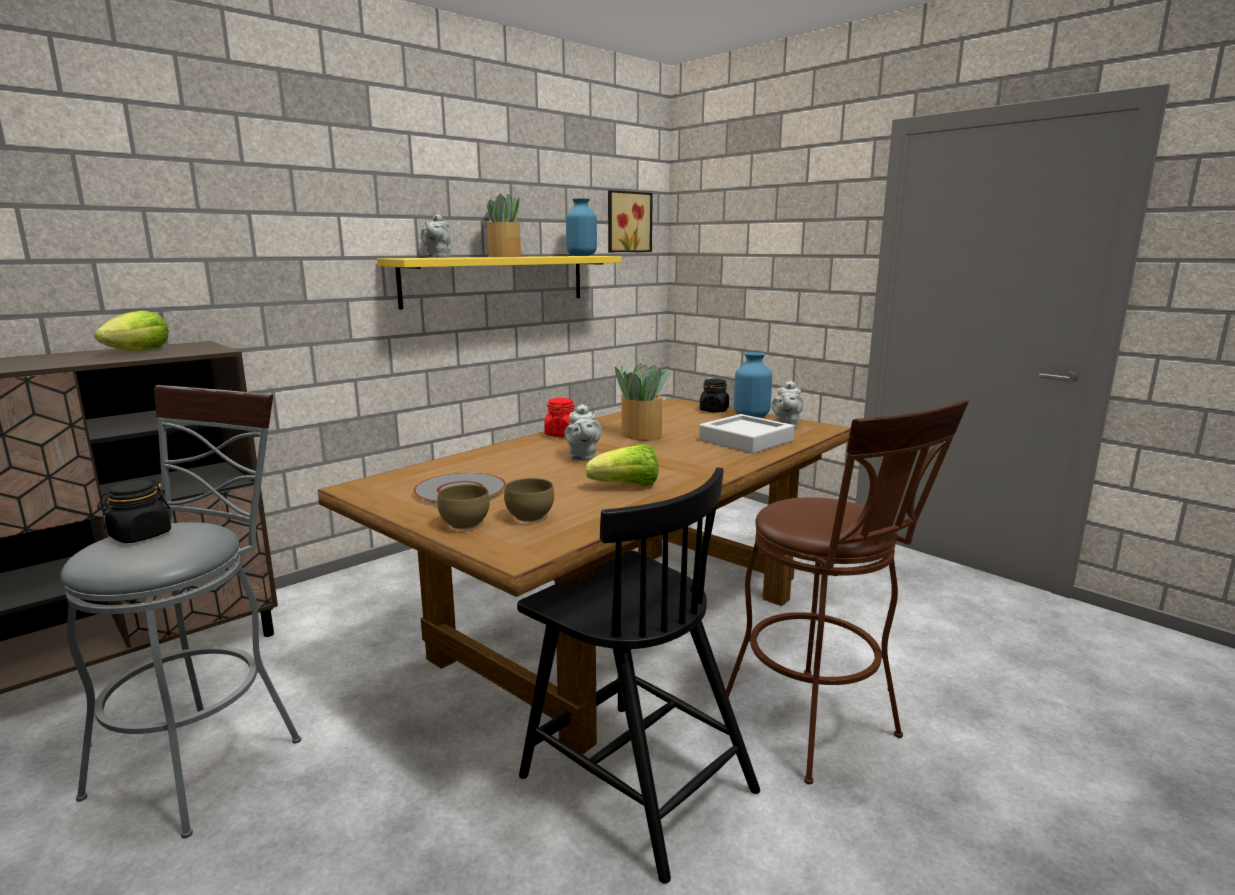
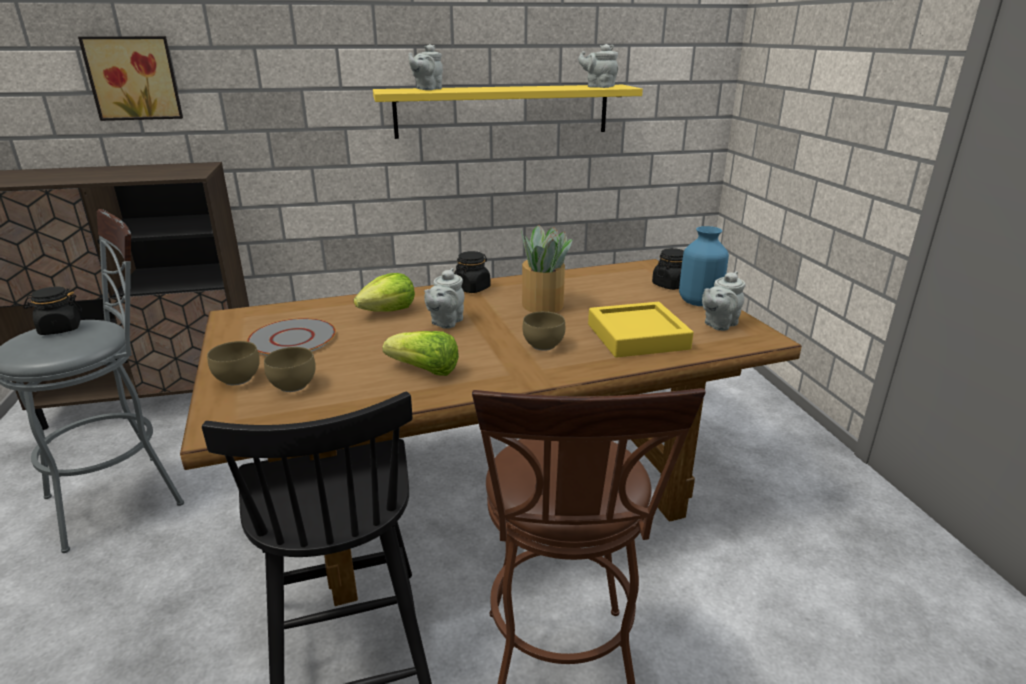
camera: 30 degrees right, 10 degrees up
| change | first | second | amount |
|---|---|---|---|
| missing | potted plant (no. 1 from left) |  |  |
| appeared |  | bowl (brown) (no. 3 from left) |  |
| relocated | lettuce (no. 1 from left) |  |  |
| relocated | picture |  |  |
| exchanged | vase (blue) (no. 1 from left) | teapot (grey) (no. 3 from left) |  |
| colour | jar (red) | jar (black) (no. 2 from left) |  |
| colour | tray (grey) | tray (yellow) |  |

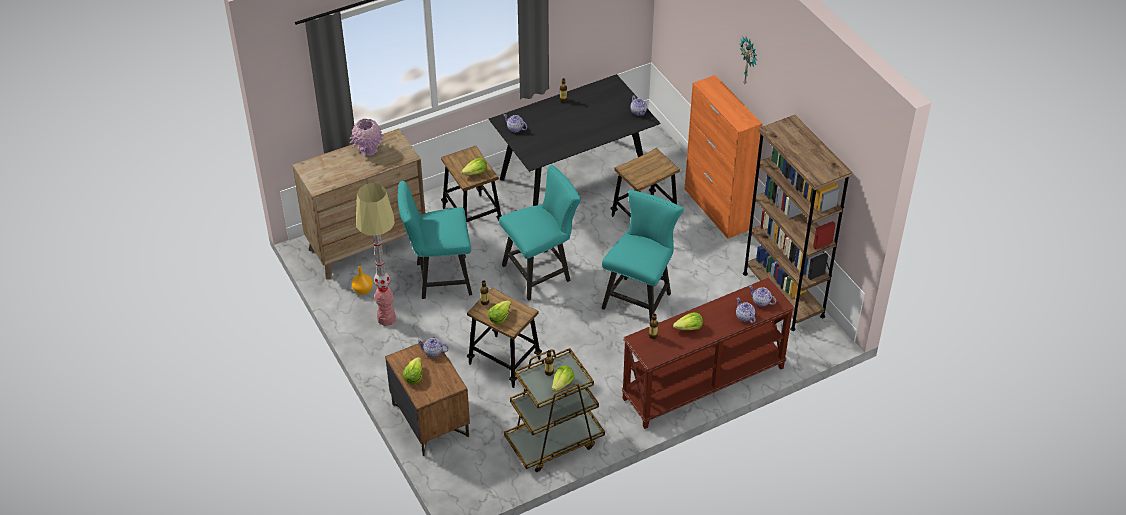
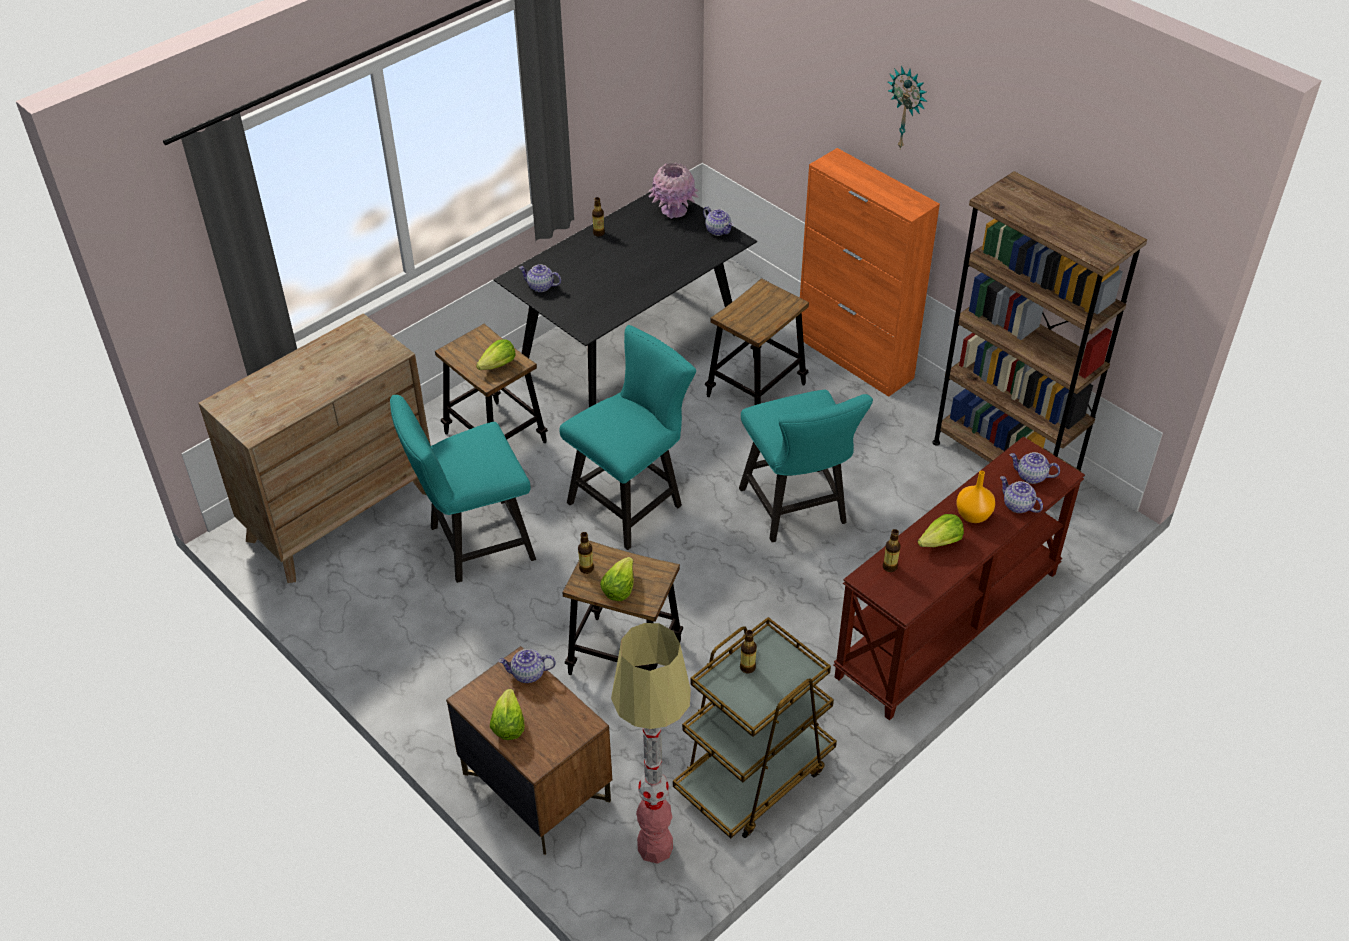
camera: 15 degrees left, 0 degrees up
| change | first | second | amount |
|---|---|---|---|
| missing | lettuce (no. 4 from left) |  |  |
| relocated | vase (pink) |  |  |
| relocated | vase (orange) |  |  |
| relocated | floor lamp |  |  |
| spun | chair (turquoise) (no. 3 from left) |  | 150 degrees clockwise |

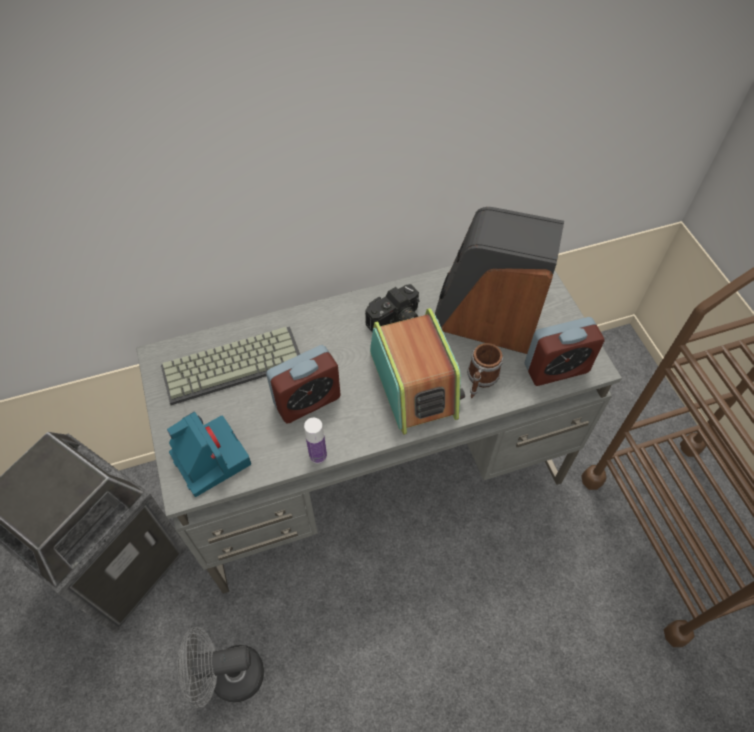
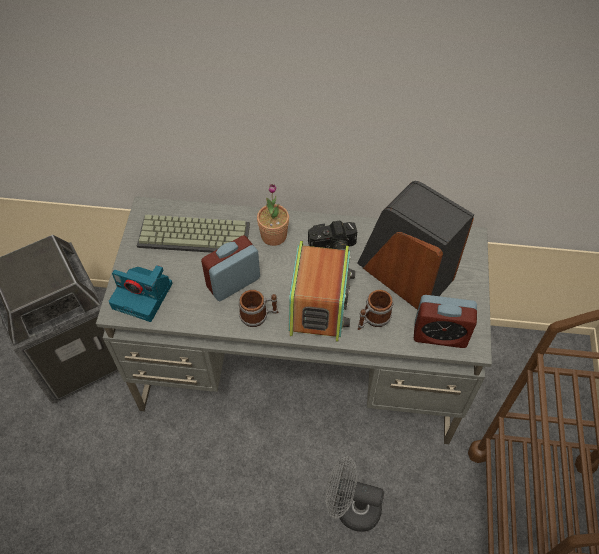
camera: 25 degrees right, 0 degrees up
| change | first | second | amount |
|---|---|---|---|
| missing | bottle |  |  |
| appeared |  | mug (no. 1 from left) |  |
| appeared |  | potted plant |  |
| relocated | fan (grey) |  |  |
| spun | photo camera (no. 1 from left) |  | 120 degrees clockwise |
| spun | alarm clock (no. 1 from left) |  | 150 degrees clockwise |

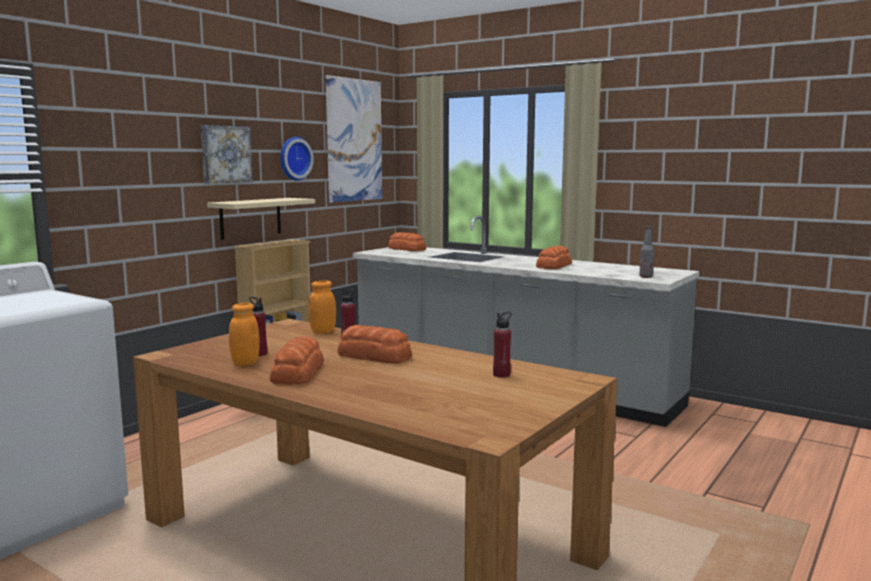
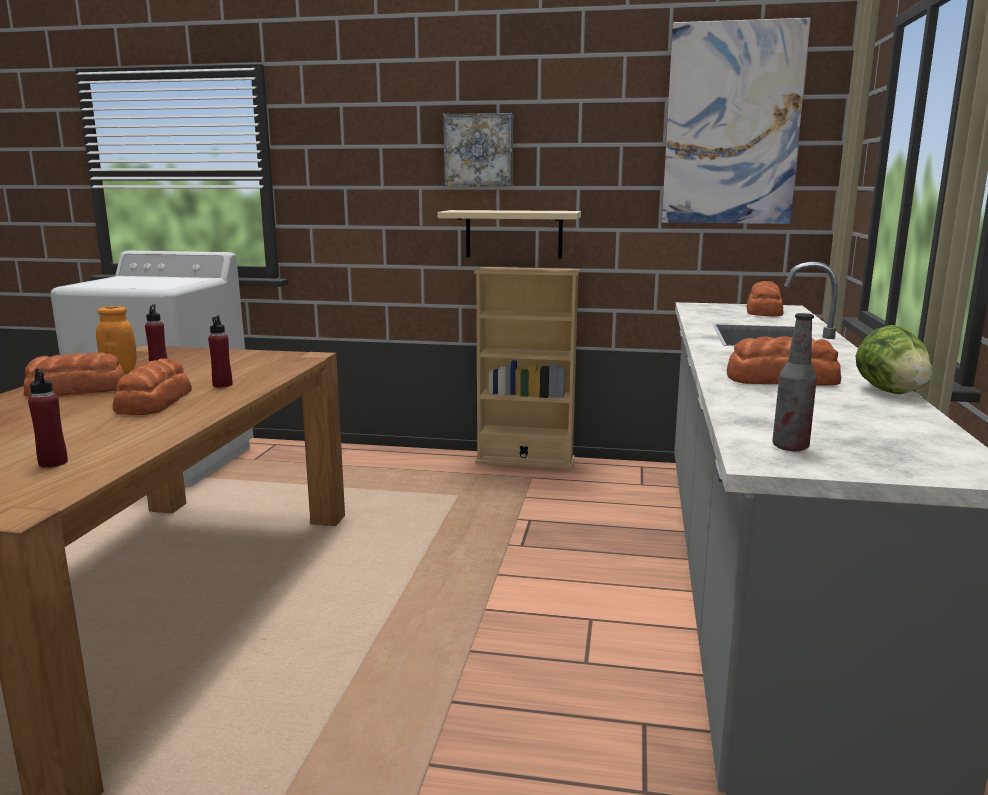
camera: 65 degrees right, 5 degrees up
| change | first | second | amount |
|---|---|---|---|
| missing | wall clock |  |  |
| missing | jar (orange) (no. 2 from left) |  |  |
| appeared |  | lettuce |  |

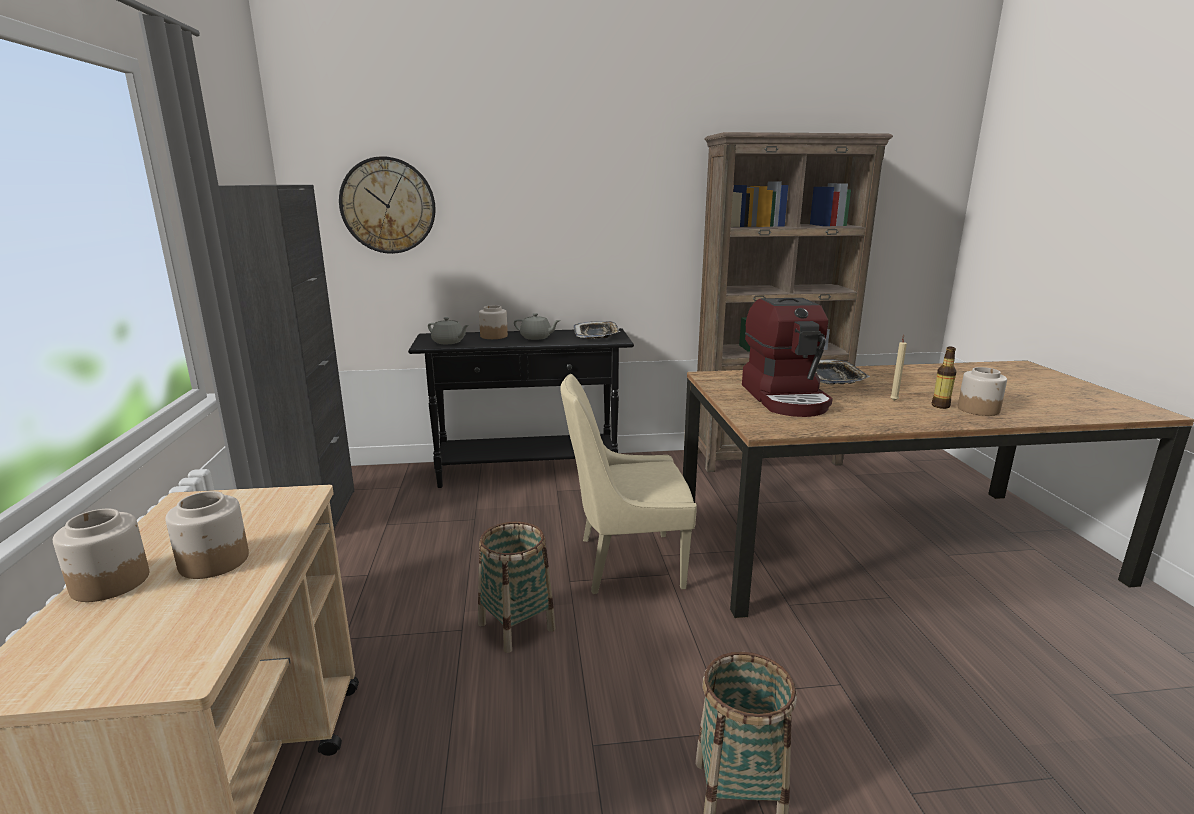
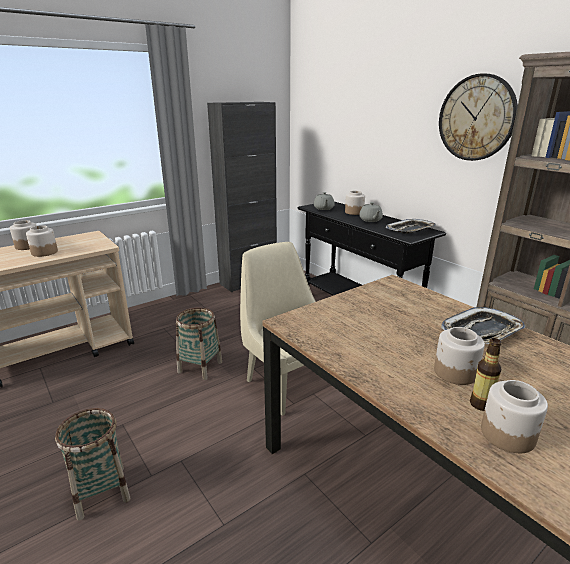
camera: 60 degrees right, 5 degrees up
| change | first | second | amount |
|---|---|---|---|
| missing | coffee machine |  |  |
| relocated | wall clock |  |  |
| exchanged | candle (beige) | jar (no. 4 from left) |  |

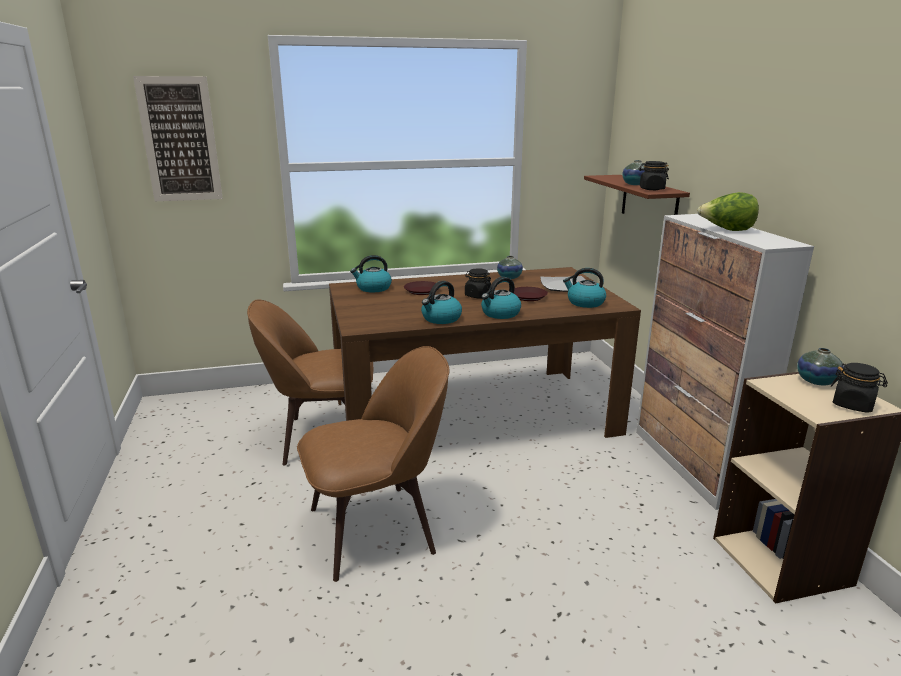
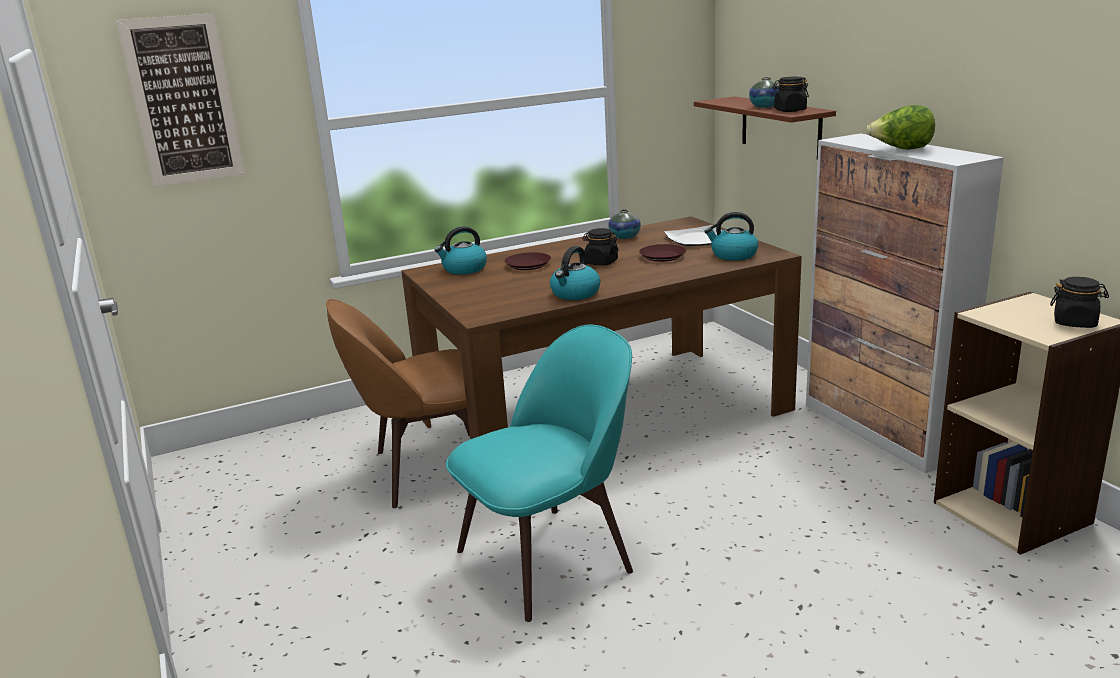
camera: 10 degrees left, 0 degrees up
| change | first | second | amount |
|---|---|---|---|
| missing | kettle (no. 3 from left) |  |  |
| missing | vase (no. 3 from left) |  |  |
| colour | chair (brown) (no. 2 from left) | chair (turquoise) |  |

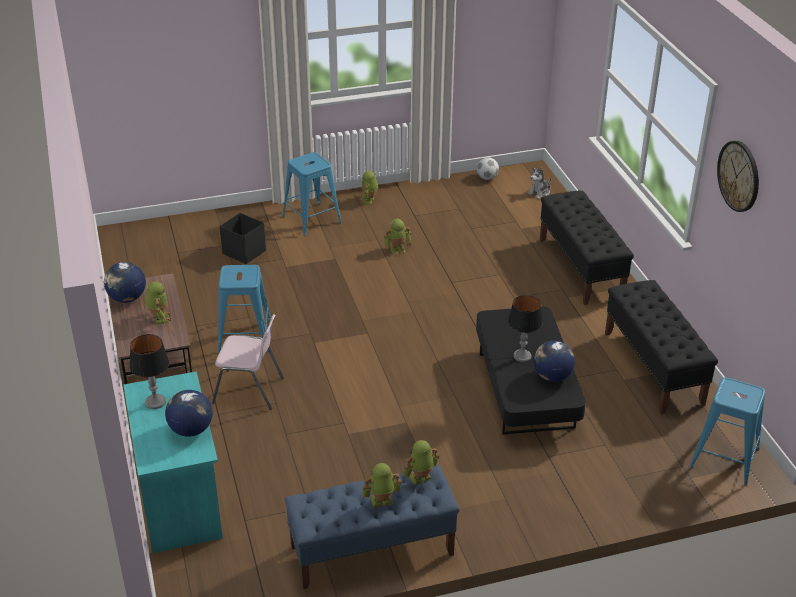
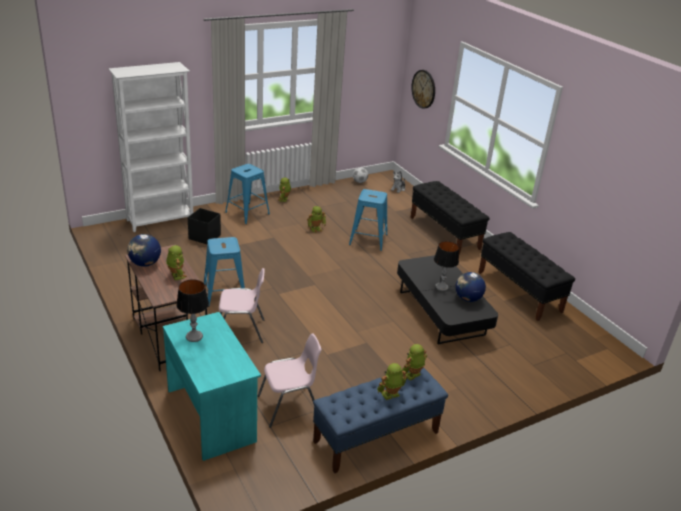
camera: 15 degrees left, 5 degrees down
| change | first | second | amount |
|---|---|---|---|
| missing | globe (no. 2 from left) |  |  |
| appeared |  | bookcase (white) |  |
| appeared |  | chair (pink) (no. 2 from left) |  |
| relocated | stool (blue) (no. 3 from left) |  |  |
| relocated | wall clock |  |  |

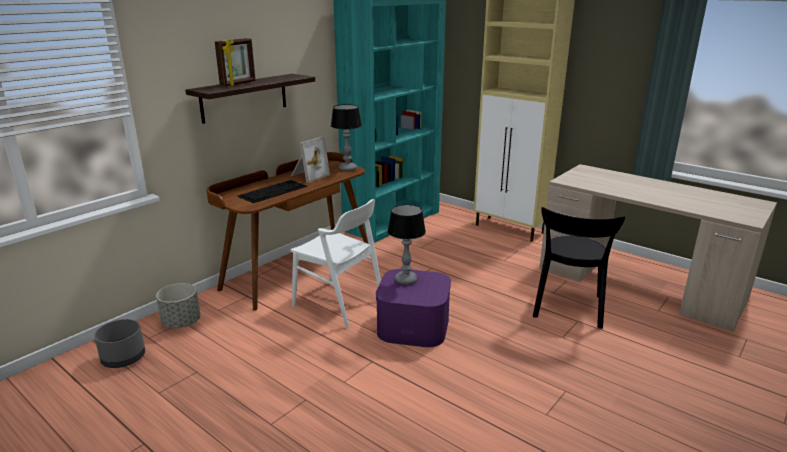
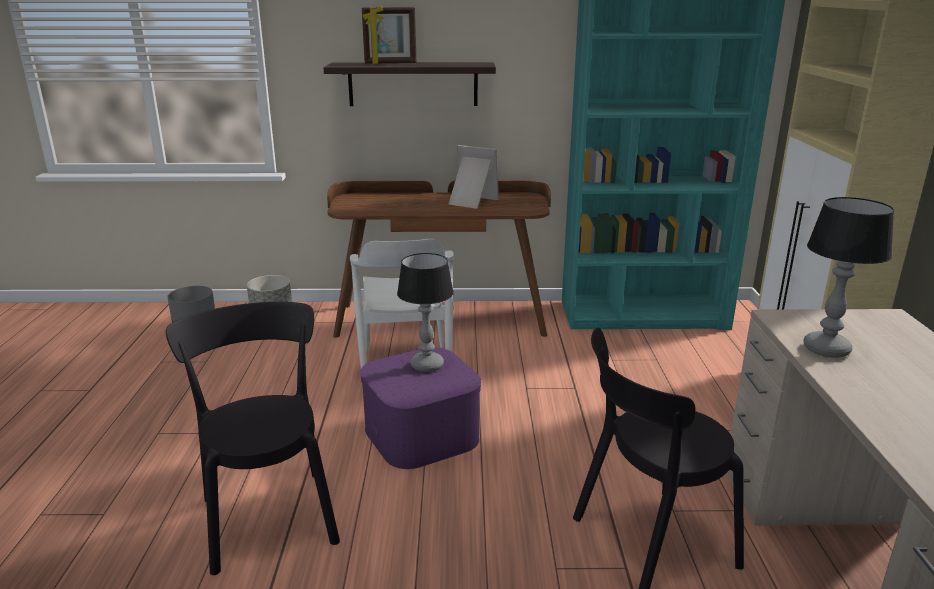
camera: 50 degrees right, 0 degrees up
| change | first | second | amount |
|---|---|---|---|
| missing | keyboard |  |  |
| appeared |  | chair (black) (no. 1 from left) |  |
| relocated | table lamp (no. 1 from left in the first image) | table lamp (no. 2 from left) |  |
| spun | picture frame (no. 2 from left) |  | 150 degrees counterclockwise |

